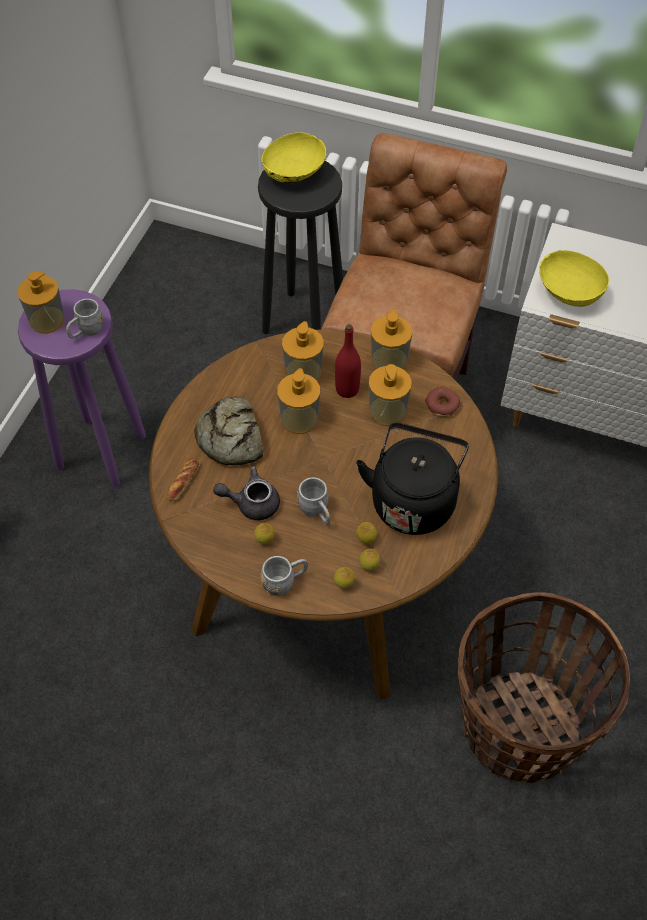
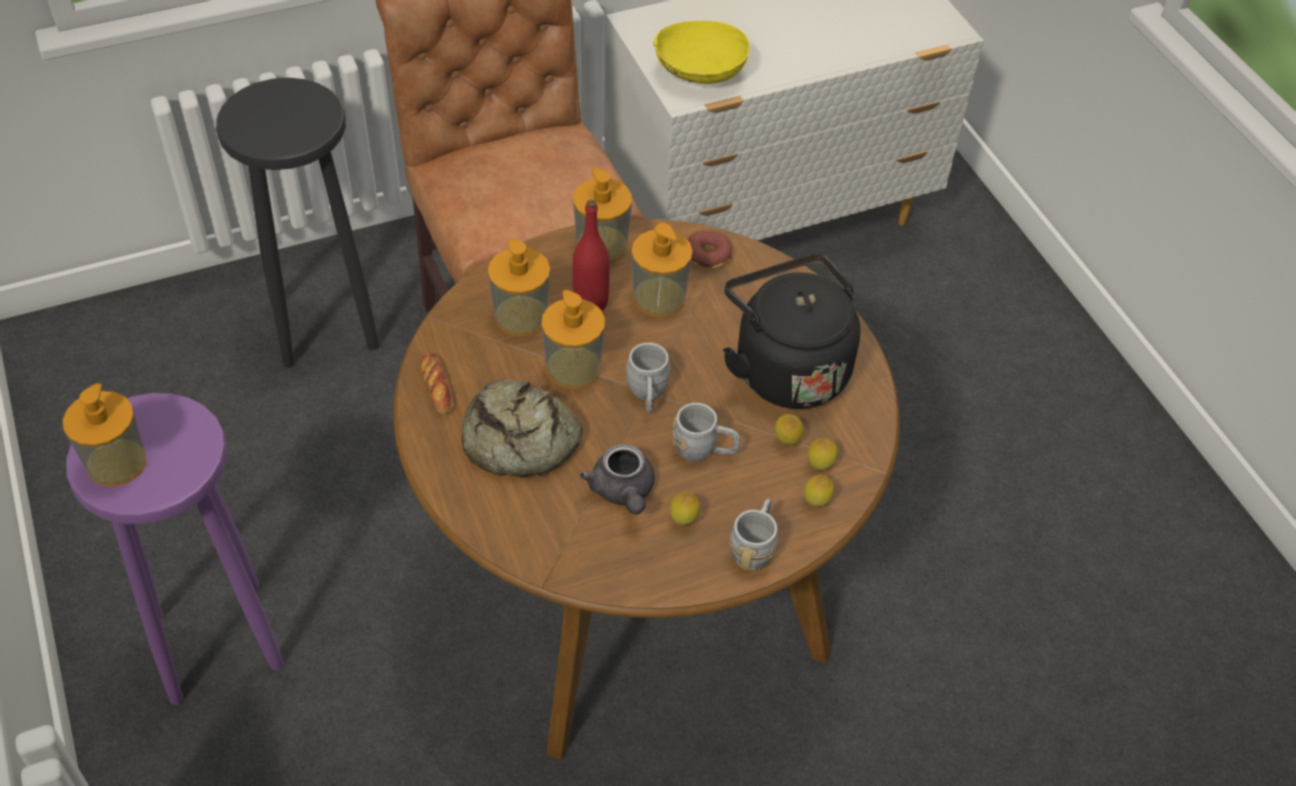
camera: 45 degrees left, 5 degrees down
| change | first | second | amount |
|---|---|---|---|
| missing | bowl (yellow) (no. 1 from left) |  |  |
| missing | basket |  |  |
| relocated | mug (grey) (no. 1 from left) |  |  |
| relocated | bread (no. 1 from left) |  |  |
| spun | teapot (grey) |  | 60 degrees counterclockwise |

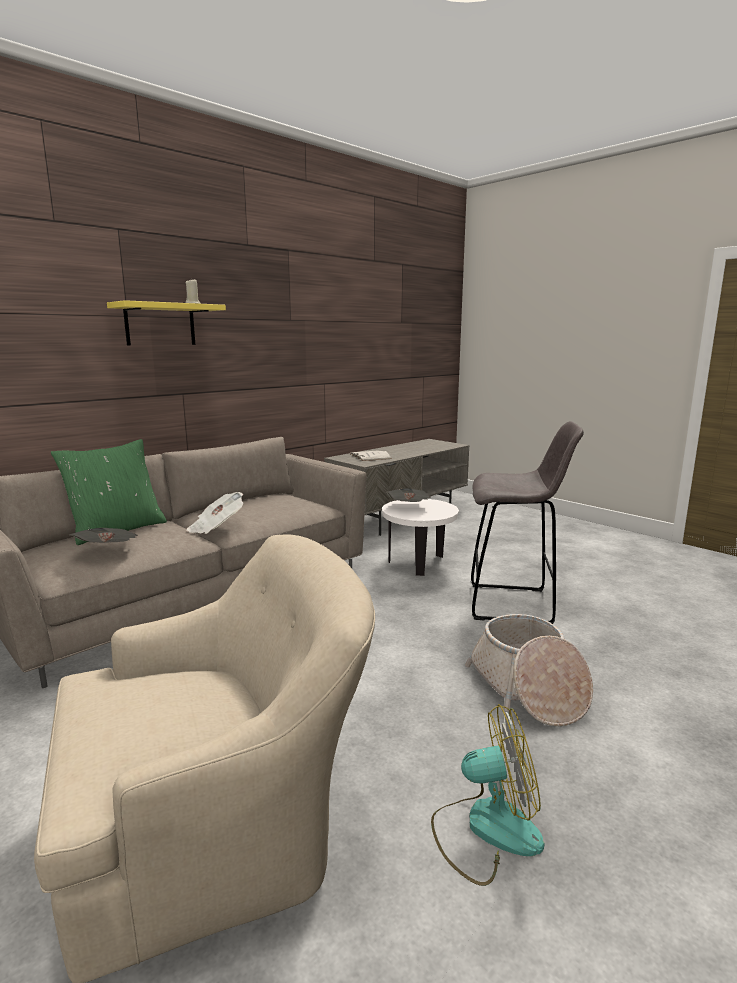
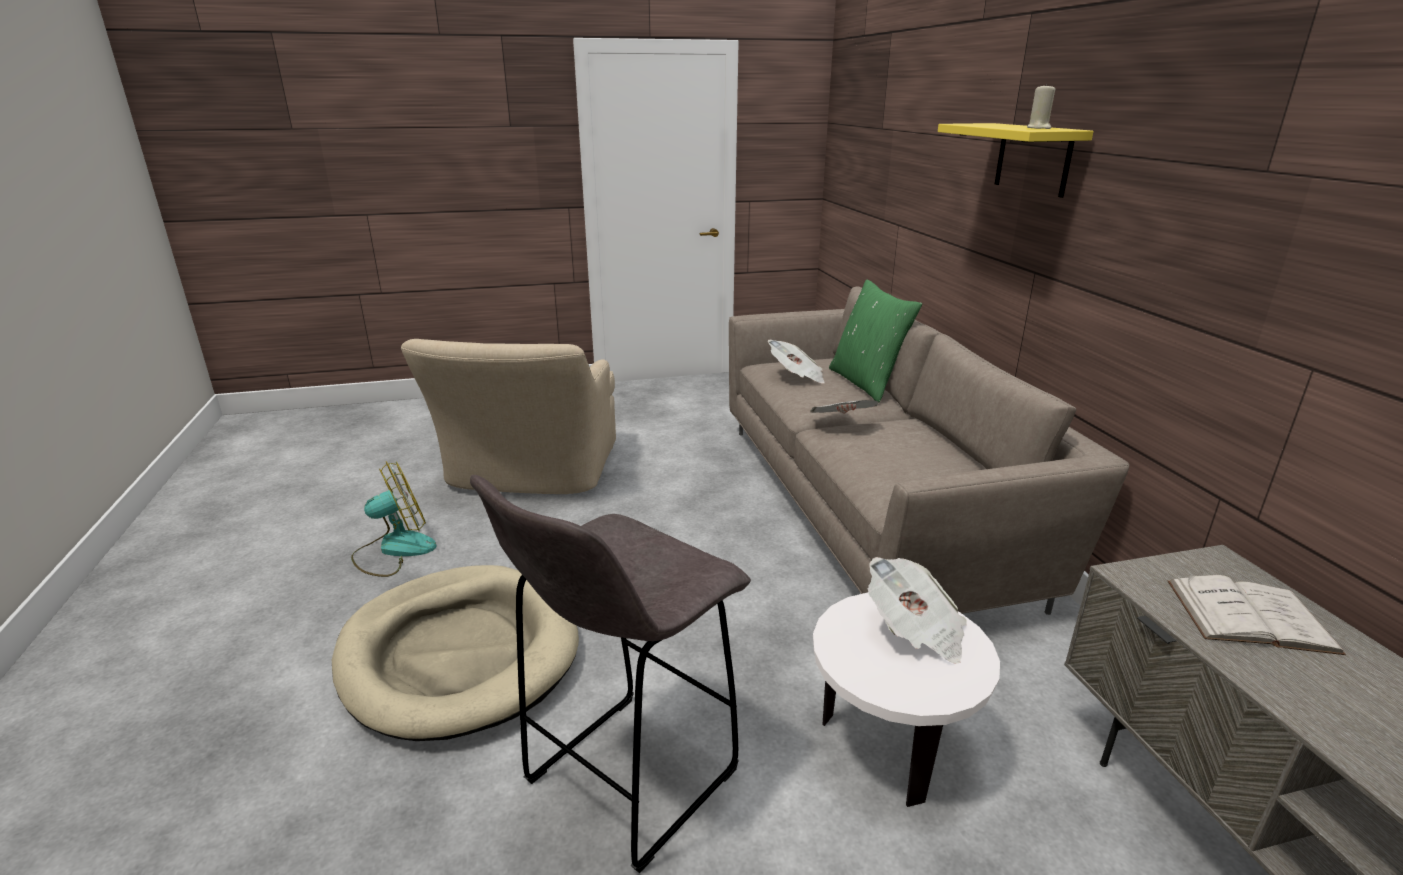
camera: 120 degrees right, 10 degrees up
| change | first | second | amount |
|---|---|---|---|
| exchanged | basket | dog bed (beige) |  |
| spun | fan |  | 150 degrees counterclockwise |

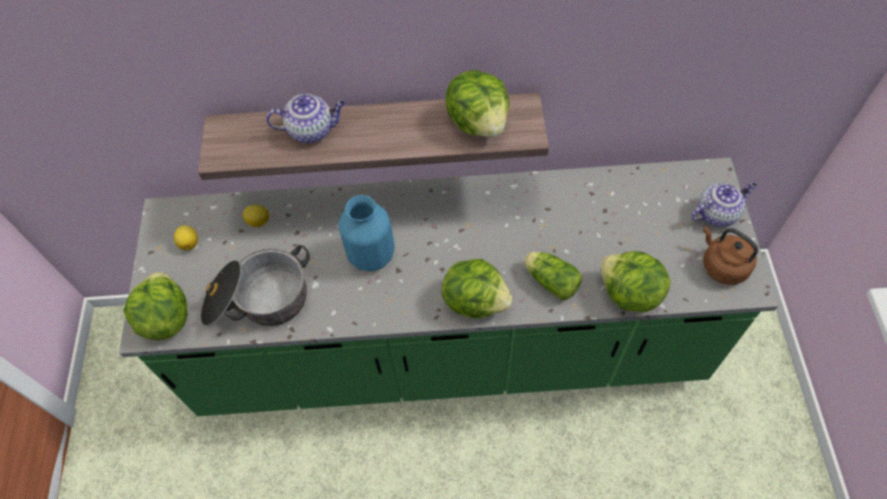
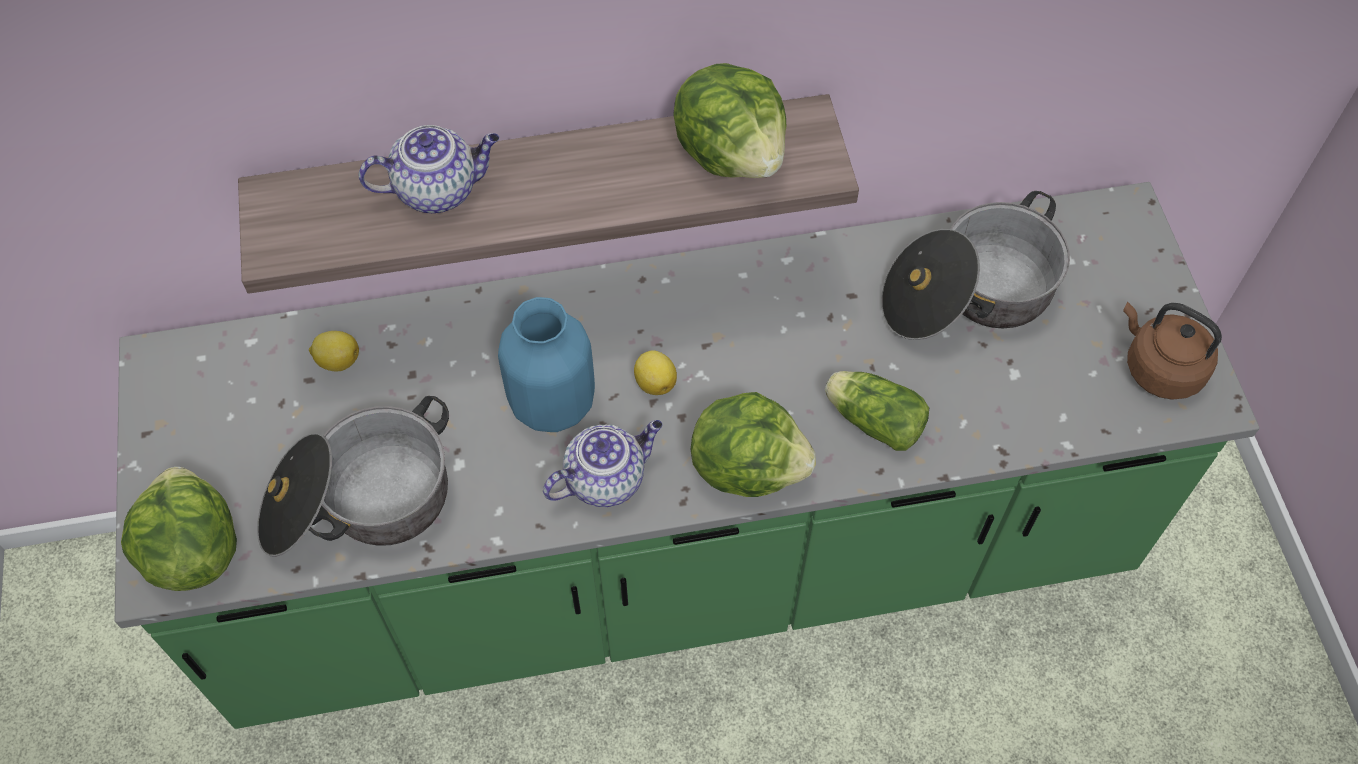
camera: 10 degrees left, 0 degrees up
| change | first | second | amount |
|---|---|---|---|
| missing | lettuce (no. 5 from left) |  |  |
| appeared |  | cooking pot (no. 2 from left) |  |
| relocated | lemon (no. 1 from left in the first image) | lemon (no. 2 from left) |  |
| relocated | teapot (no. 2 from left) |  |  |

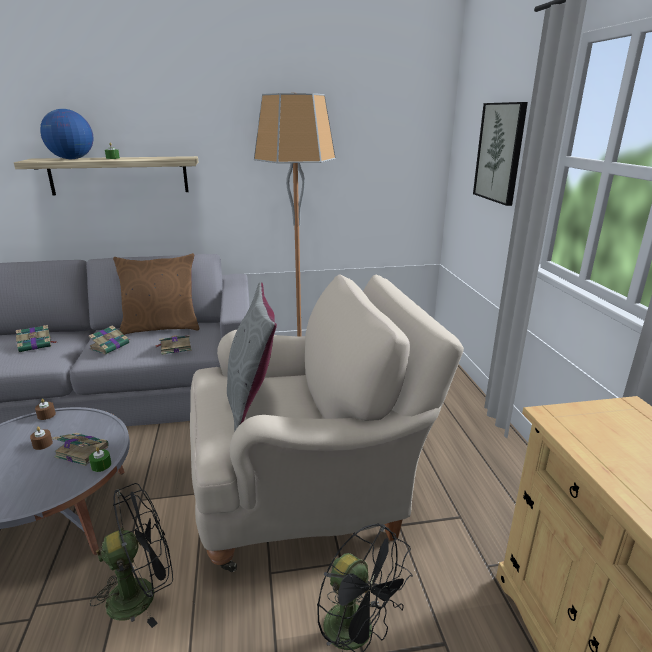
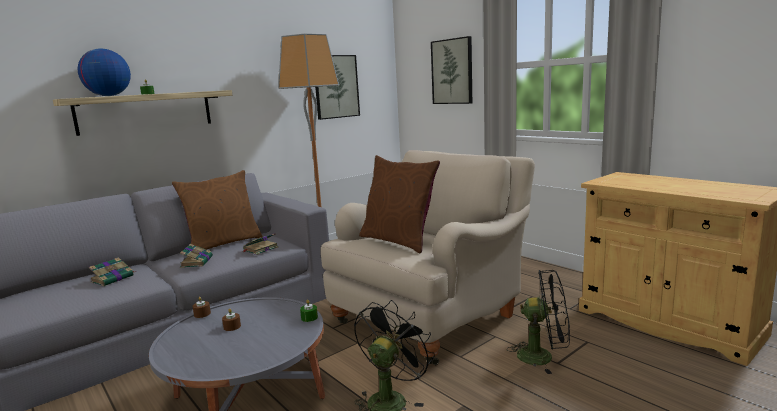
camera: 30 degrees left, 10 degrees down
| change | first | second | amount |
|---|---|---|---|
| missing | book (no. 2 from left) |  |  |
| appeared |  | picture (no. 1 from left) |  |
| colour | pillow (grey) | pillow (brown) (no. 2 from left) |  |

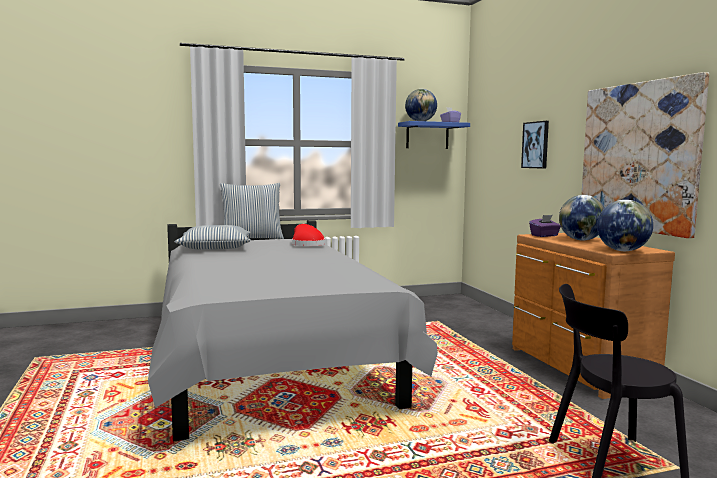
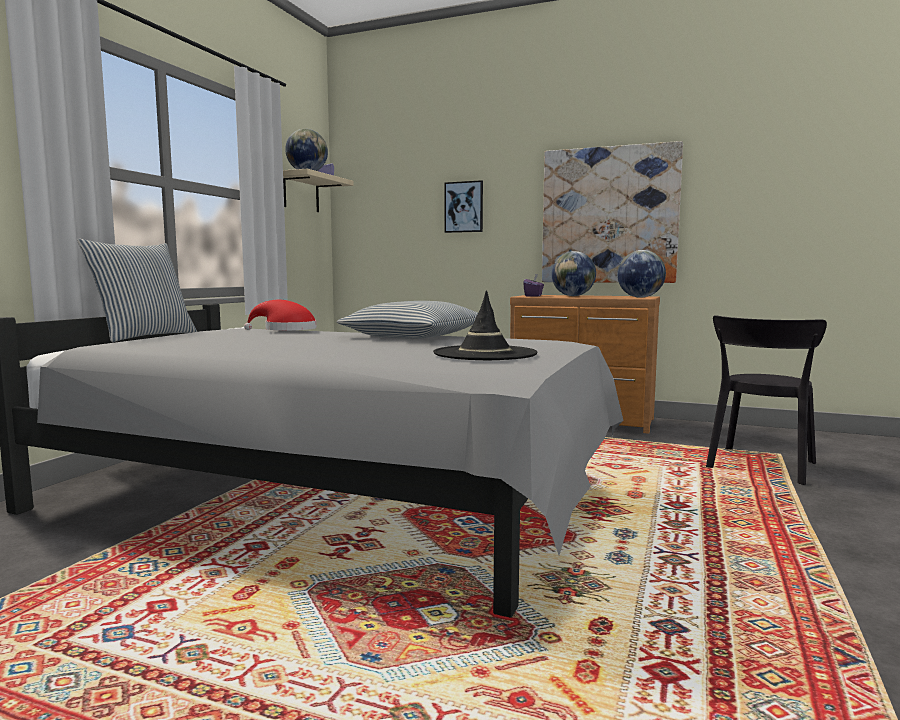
camera: 50 degrees left, 0 degrees up
| change | first | second | amount |
|---|---|---|---|
| appeared |  | hat (black) |  |
| relocated | pillow (no. 1 from left in the first image) | pillow (no. 2 from left) |  |
| colour | shelf (blue) | shelf (beige) |  |

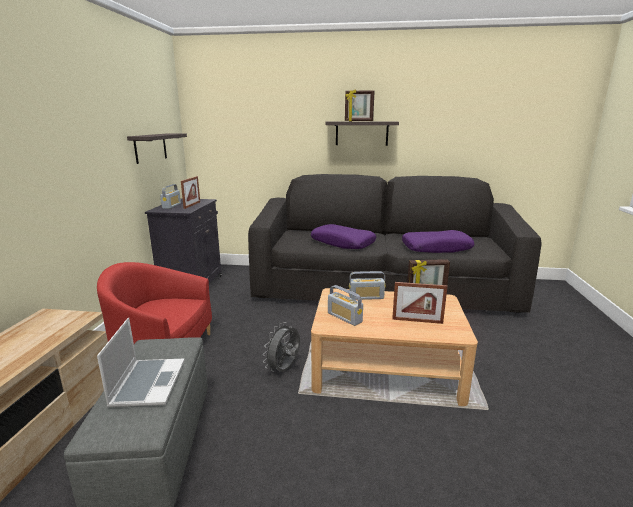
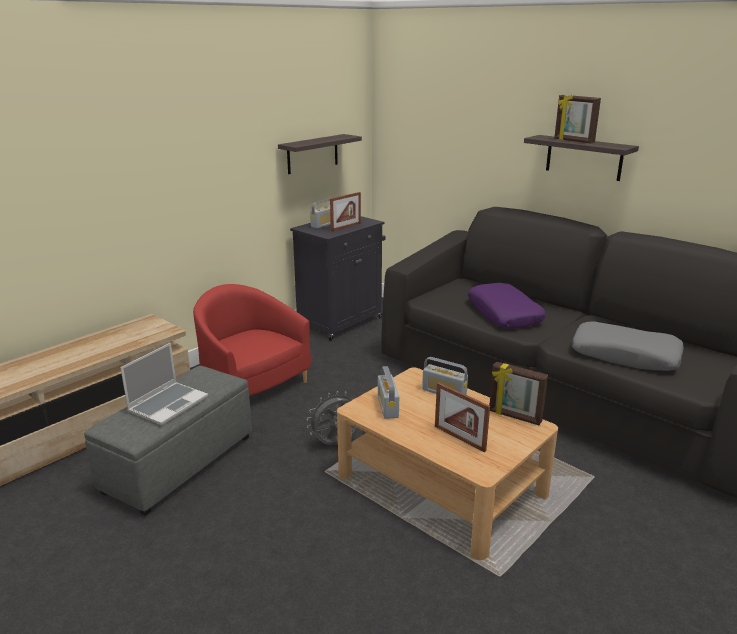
camera: 35 degrees right, 5 degrees up
| change | first | second | amount |
|---|---|---|---|
| colour | pillow (purple) (no. 2 from left) | pillow (grey) |  |

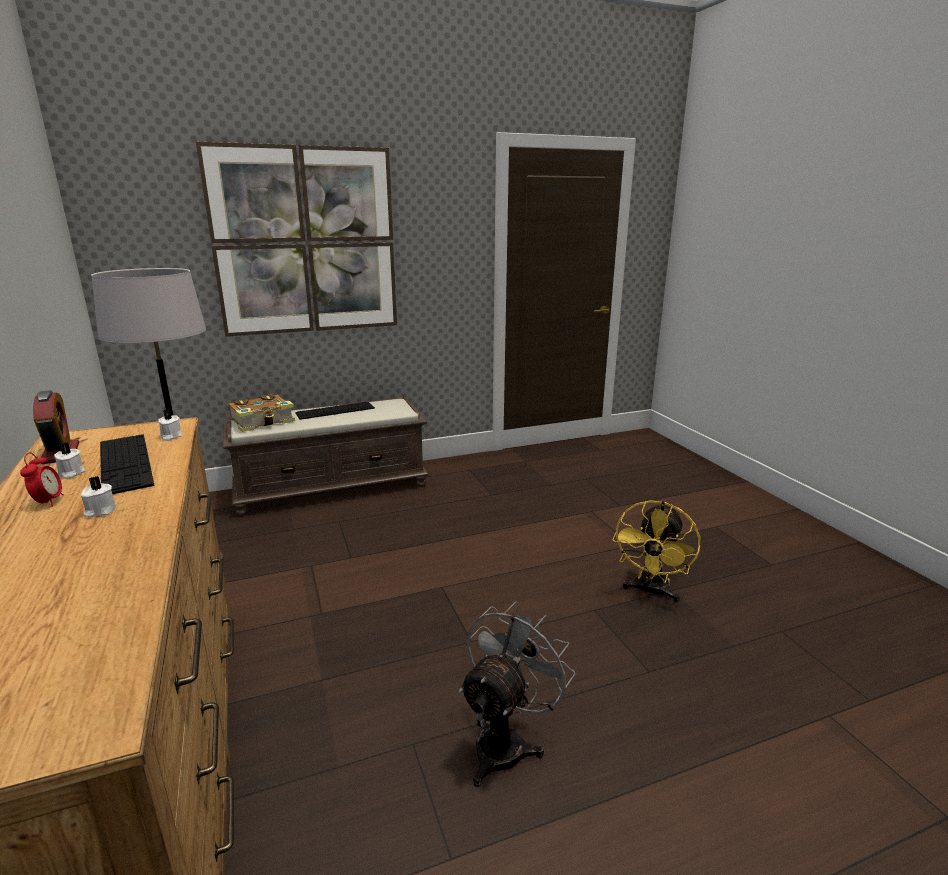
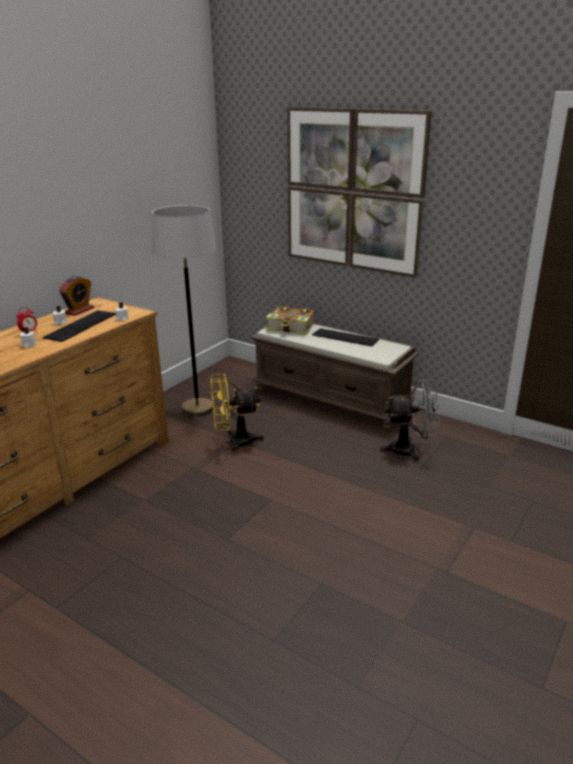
camera: 55 degrees right, 5 degrees up
| change | first | second | amount |
|---|---|---|---|
| relocated | fan (grey) |  |  |
| relocated | fan (yellow) |  |  |

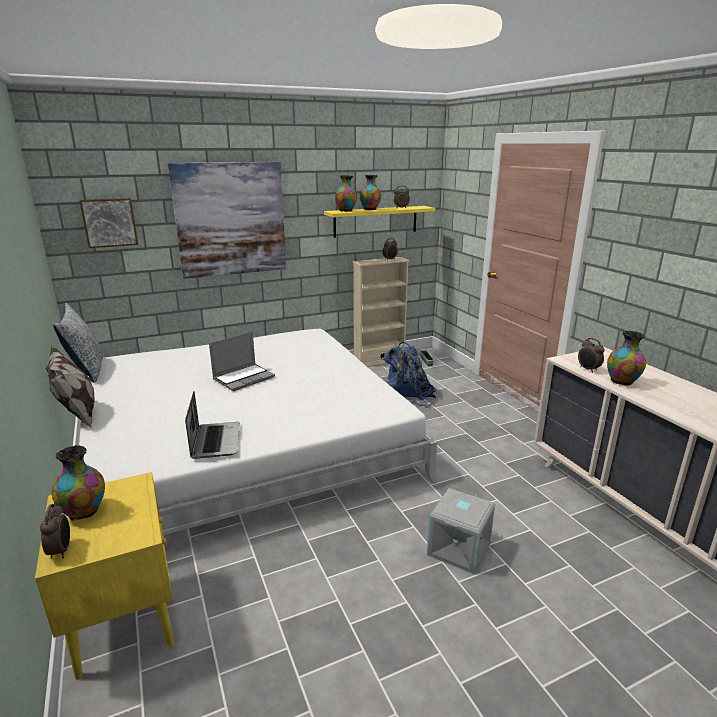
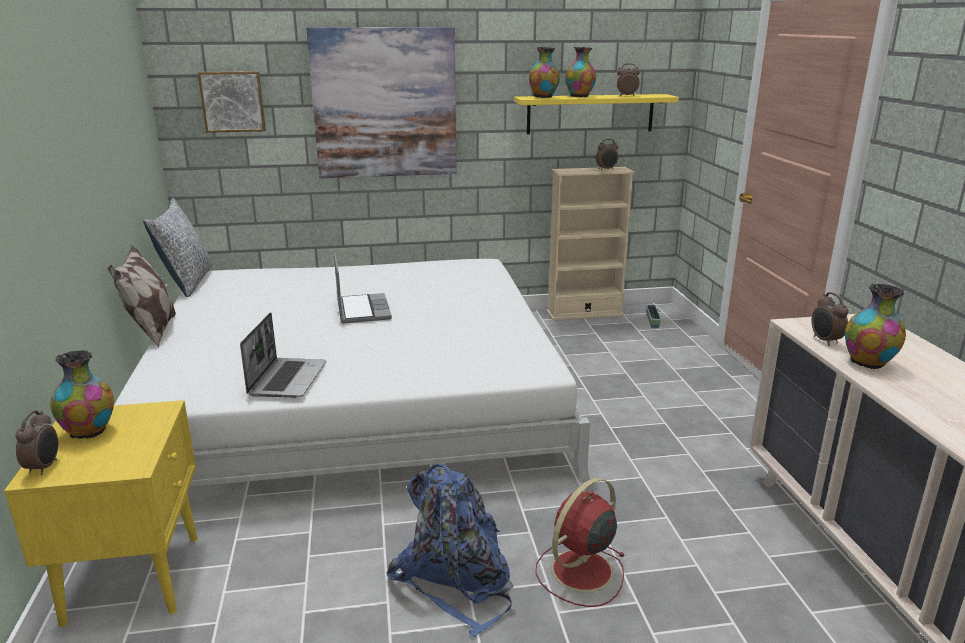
camera: 15 degrees right, 0 degrees up
| change | first | second | amount |
|---|---|---|---|
| relocated | backpack (blue) |  |  |
| exchanged | storage box (grey) | fan (red) |  |
| spun | laptop (no. 2 from left) |  | 75 degrees counterclockwise |

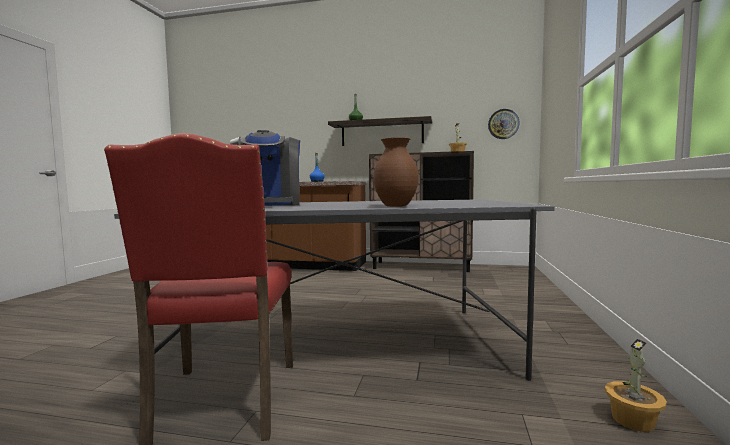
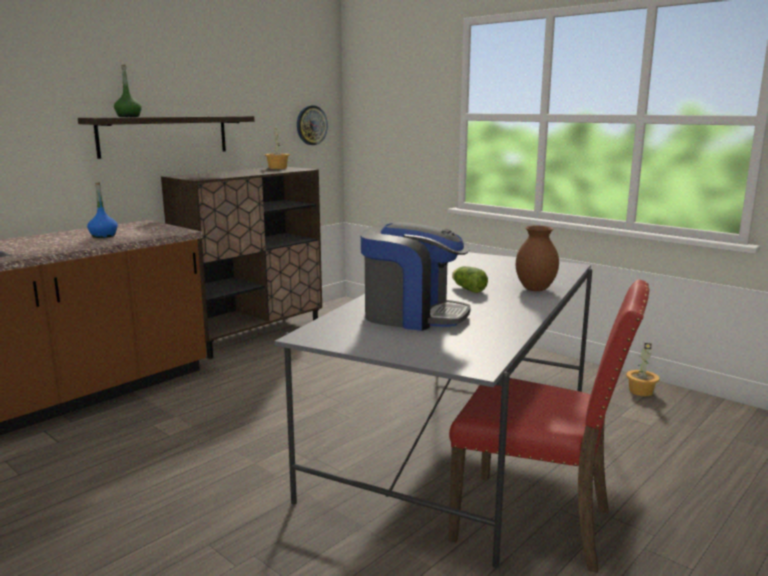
camera: 60 degrees left, 10 degrees up
| change | first | second | amount |
|---|---|---|---|
| appeared |  | lettuce |  |

